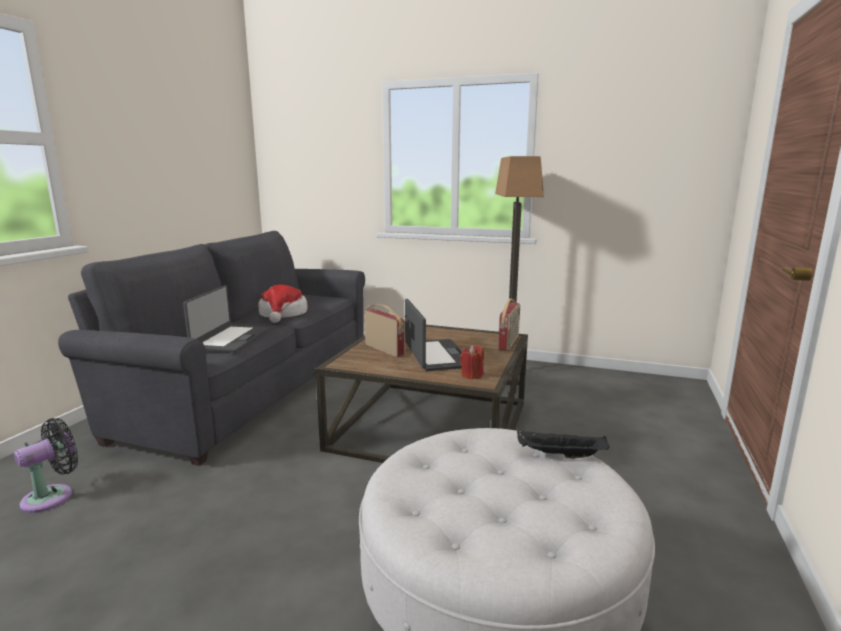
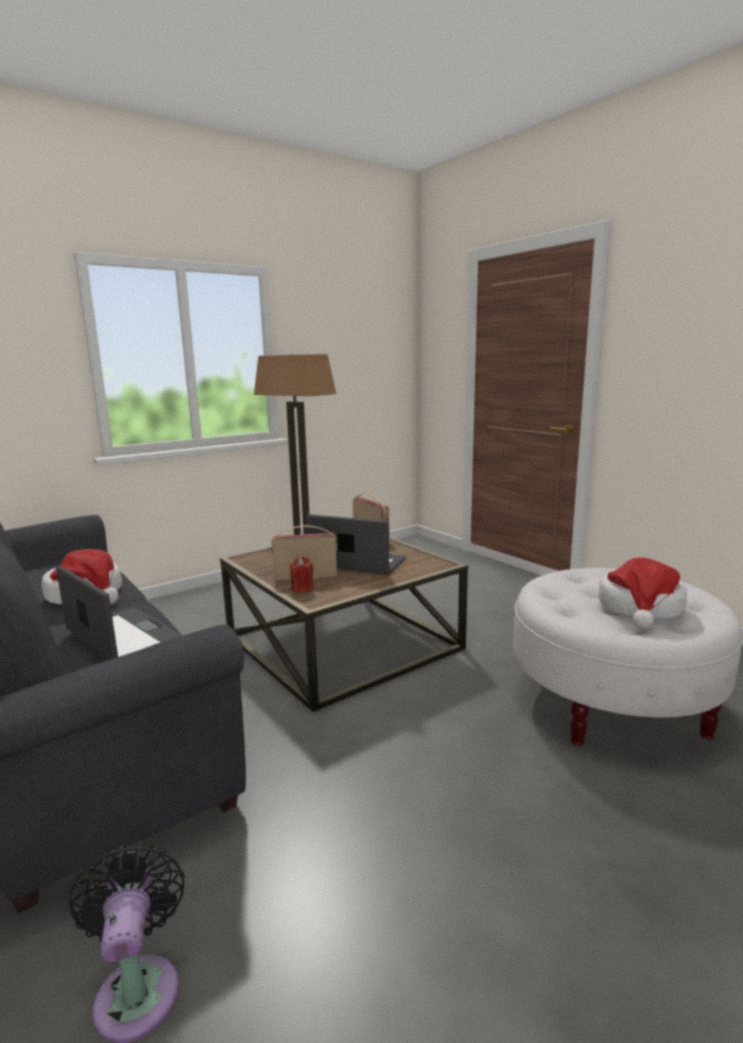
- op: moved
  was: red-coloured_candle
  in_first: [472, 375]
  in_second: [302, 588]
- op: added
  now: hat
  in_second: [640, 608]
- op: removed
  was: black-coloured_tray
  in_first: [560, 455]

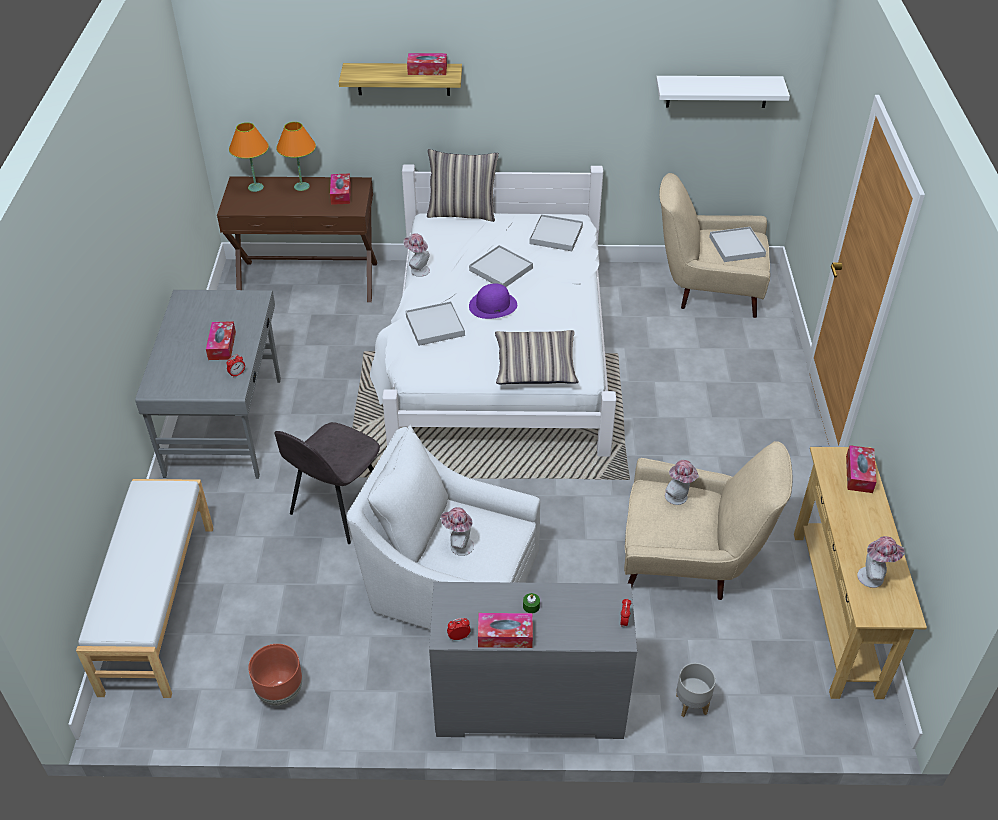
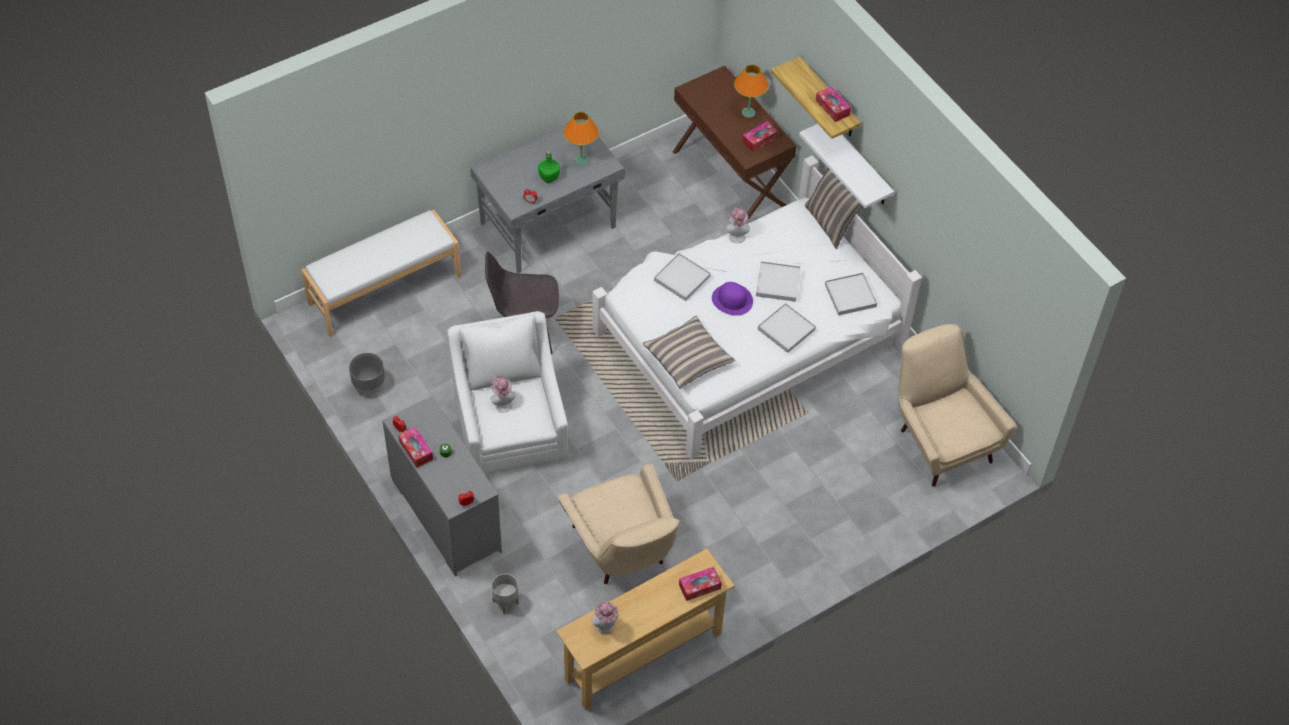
- op: recoloured
  was: brownish_flower_pot
  now: gray_flower_pot
  in_first: [280, 692]
  in_second: [369, 386]
- op: replaced
  was: tissue_holder
  now: green_bottle
  in_first: [222, 346]
  in_second: [549, 177]
- op: moved
  was: orangey_table_lamp
  in_first: [255, 187]
  in_second: [581, 160]
- op: moved
  was: white-coloured_tray
  in_first: [737, 247]
  in_second: [786, 329]
- op: moved
  was: white-coloured_shelf
  in_first: [717, 91]
  in_second: [858, 164]
- op: removed
  was: hat
  in_first: [679, 497]

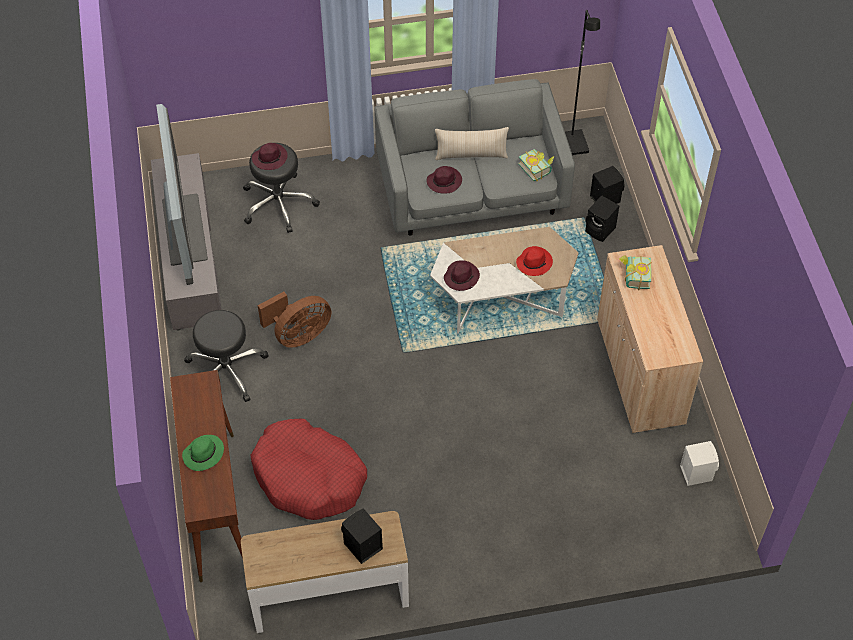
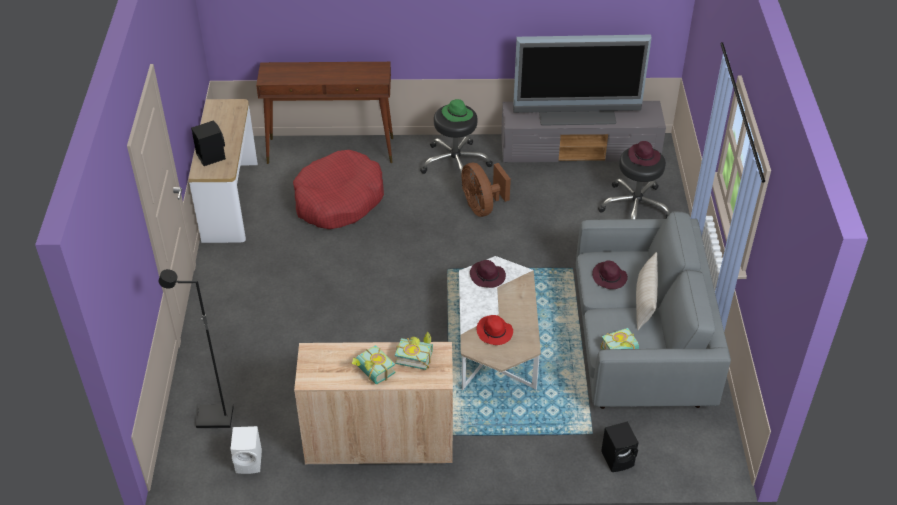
- op: moved
  was: black-coloured_standing_lamp
  in_first: [575, 144]
  in_second: [214, 418]
- op: added
  now: book
  in_second: [372, 373]
- op: moved
  was: green_hat
  in_first: [203, 455]
  in_second: [456, 114]
- op: removed
  was: black-coloured_speaker
  in_first: [601, 230]

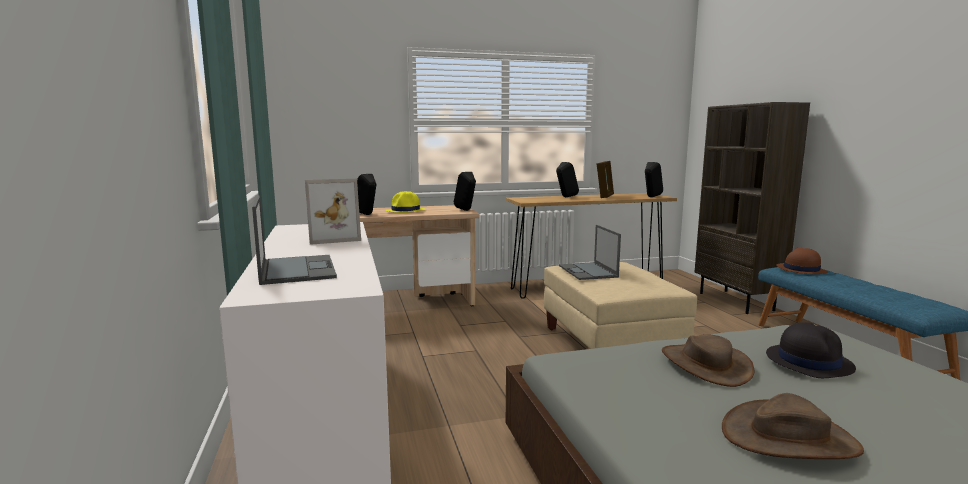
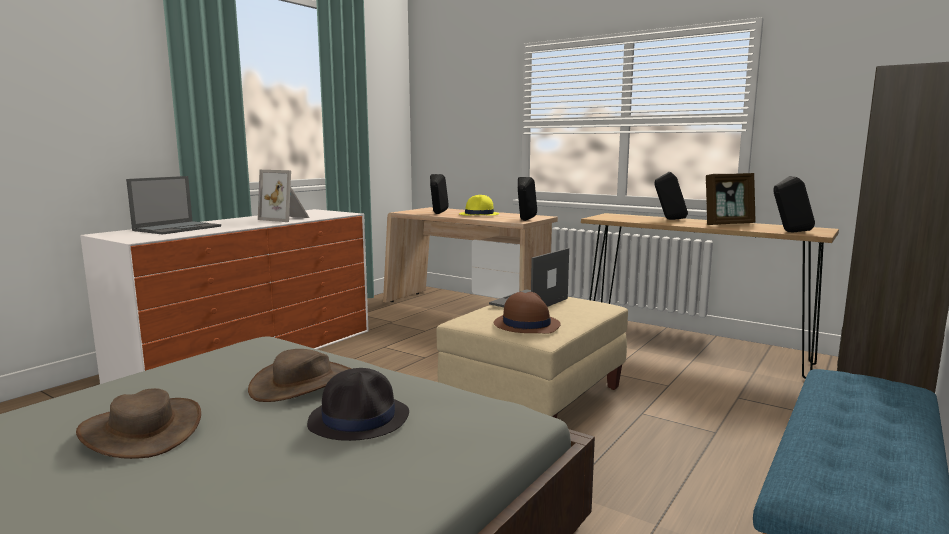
- op: moved
  was: brownish_hat
  in_first: [800, 269]
  in_second: [526, 324]

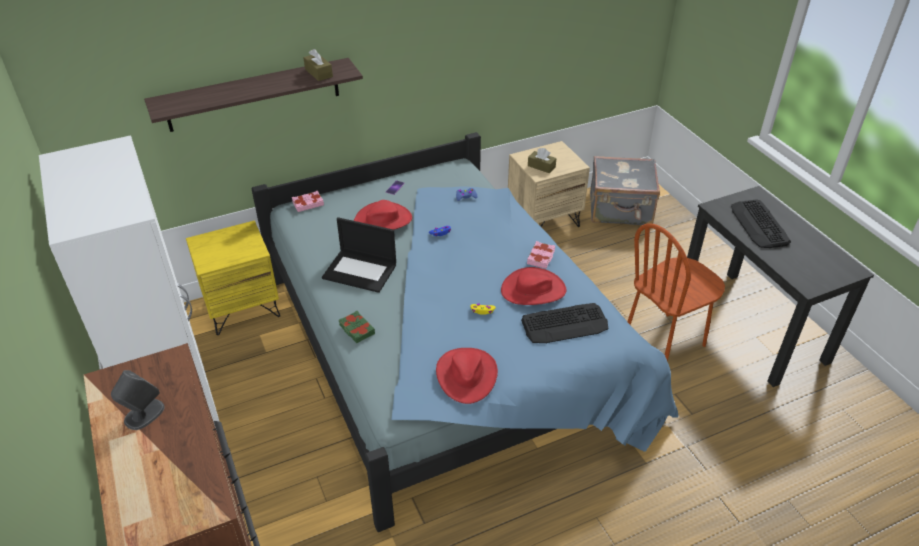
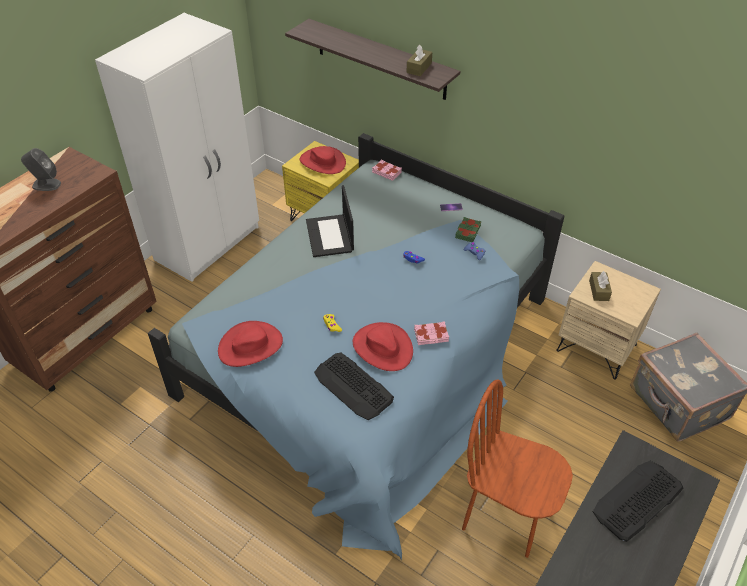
- op: moved
  was: red-coloured_hat
  in_first: [383, 220]
  in_second: [322, 162]
- op: moved
  was: green_book
  in_first: [356, 329]
  in_second: [467, 232]

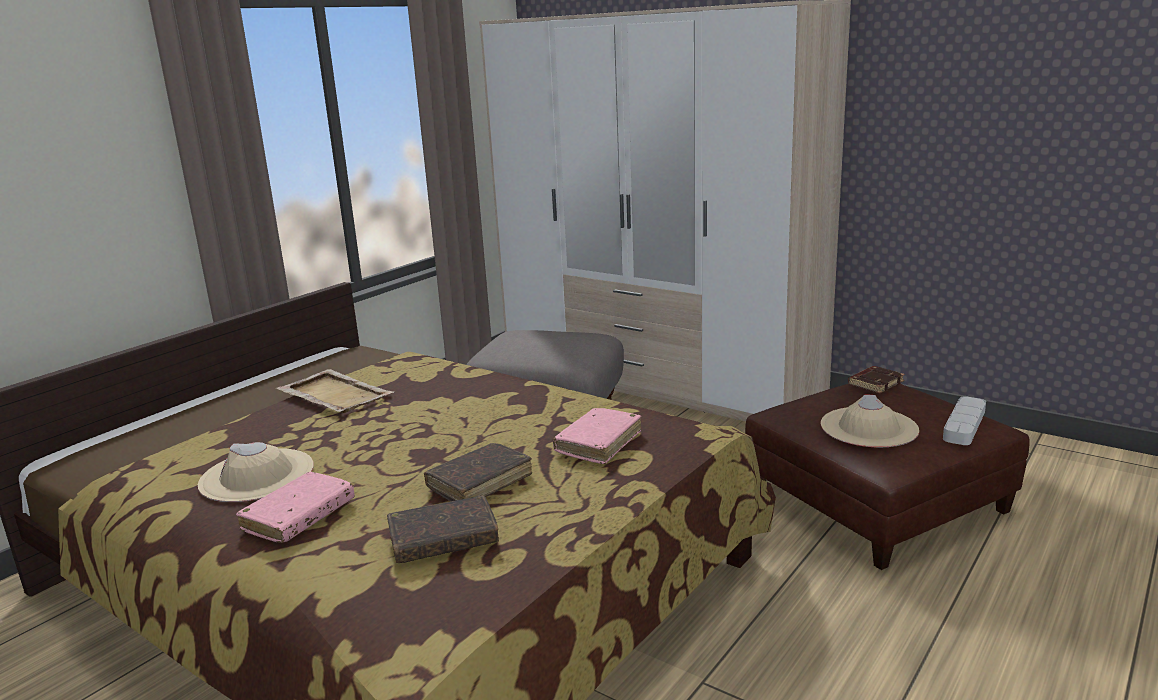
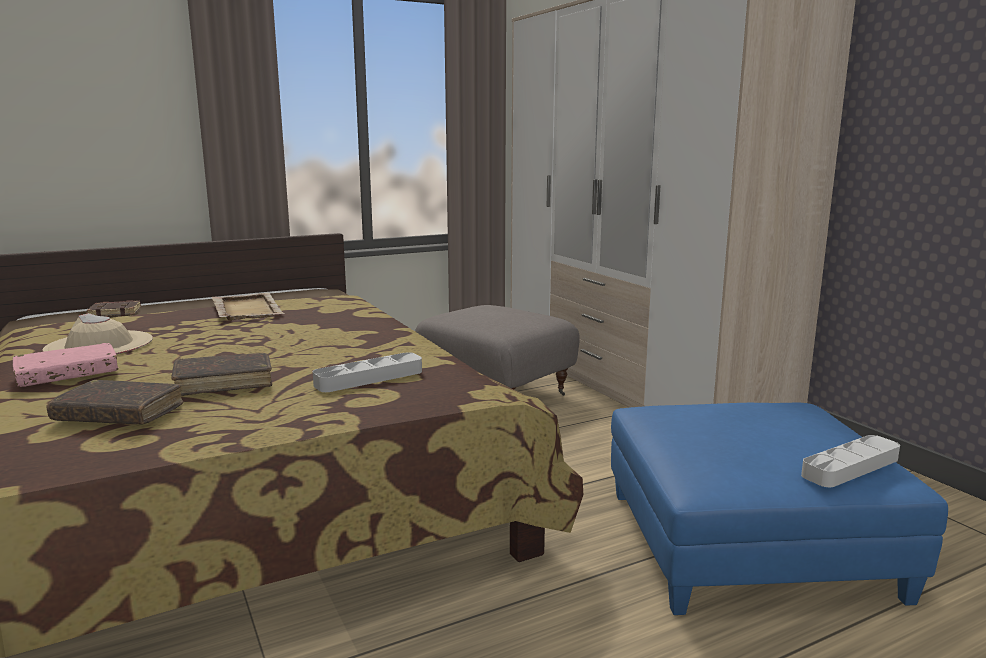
- op: moved
  was: brownish_book
  in_first: [875, 383]
  in_second: [116, 312]
- op: replaced
  was: pinkish_book
  now: gray_tray
  in_first: [598, 443]
  in_second: [369, 378]
- op: recoloured
  was: brownish_footrest
  now: bluish_footrest
  in_first: [877, 500]
  in_second: [748, 543]
- op: removed
  was: beige_hat
  in_first: [868, 427]

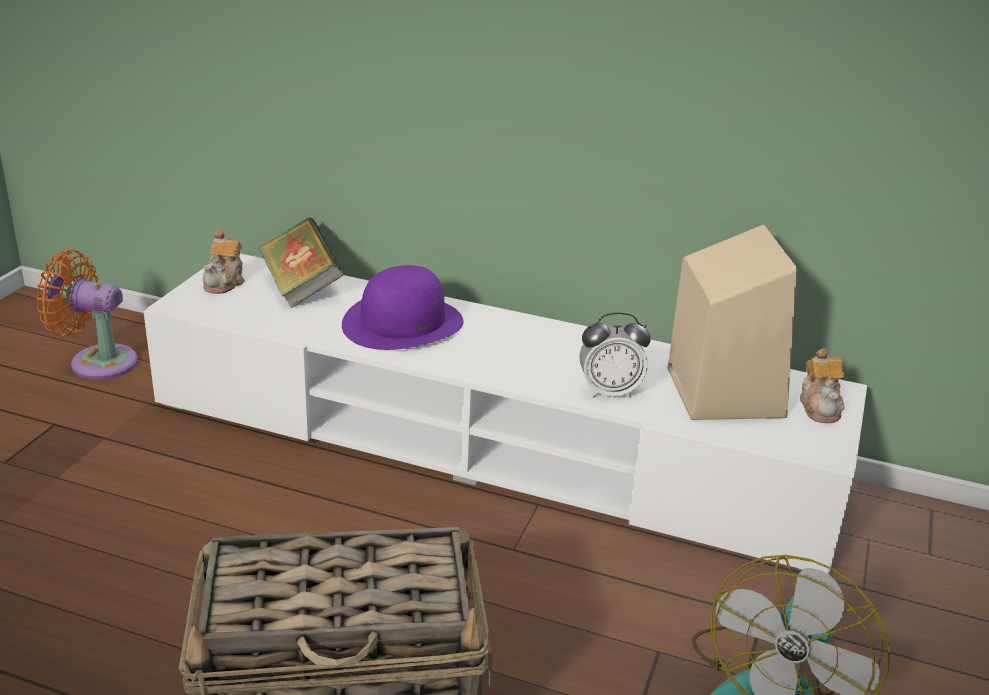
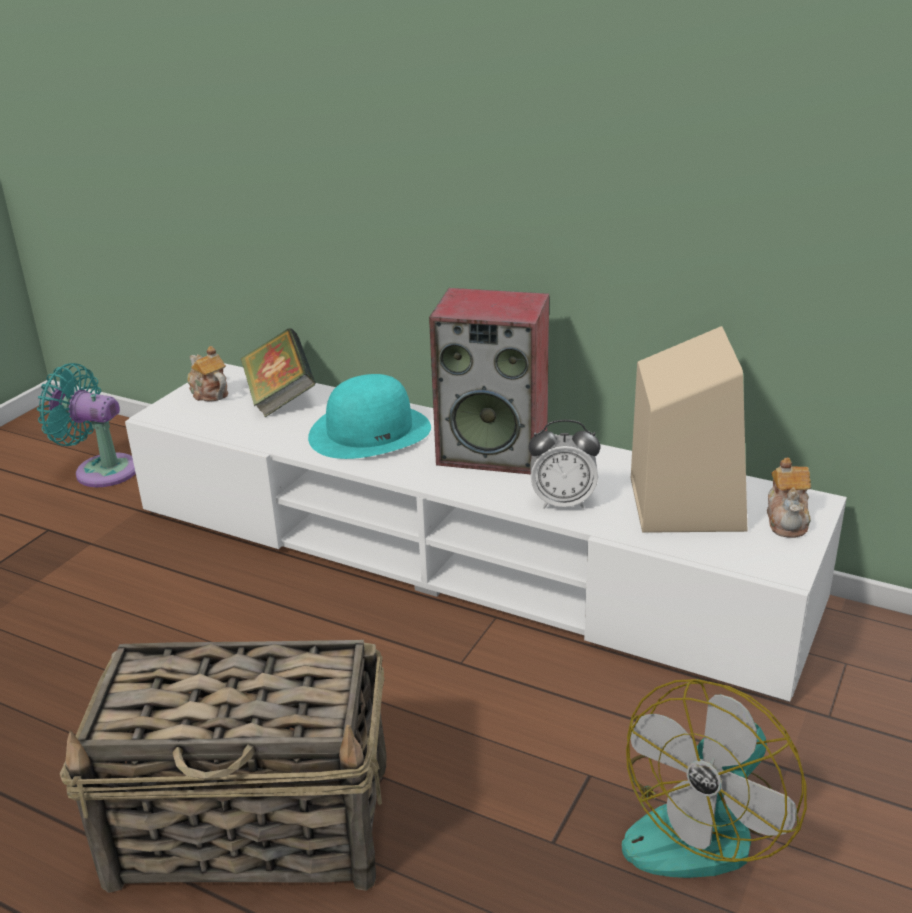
- op: recoloured
  was: orangey_electric_fan
  now: turquoise_electric_fan
  in_first: [97, 362]
  in_second: [101, 470]
- op: turned
  was: tea_pot
  in_first: [225, 282]
  in_second: [209, 393]
  clockwise: 120
- op: recoloured
  was: purplish_hat
  now: turquoise_hat
  in_first: [403, 322]
  in_second: [370, 431]
- op: added
  now: speaker
  in_second: [494, 450]

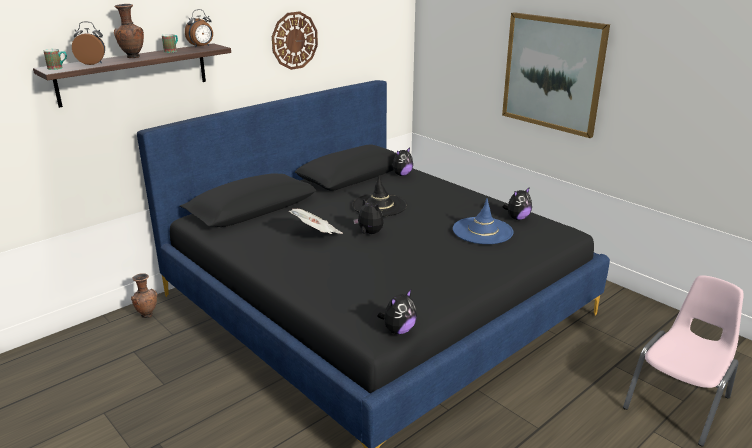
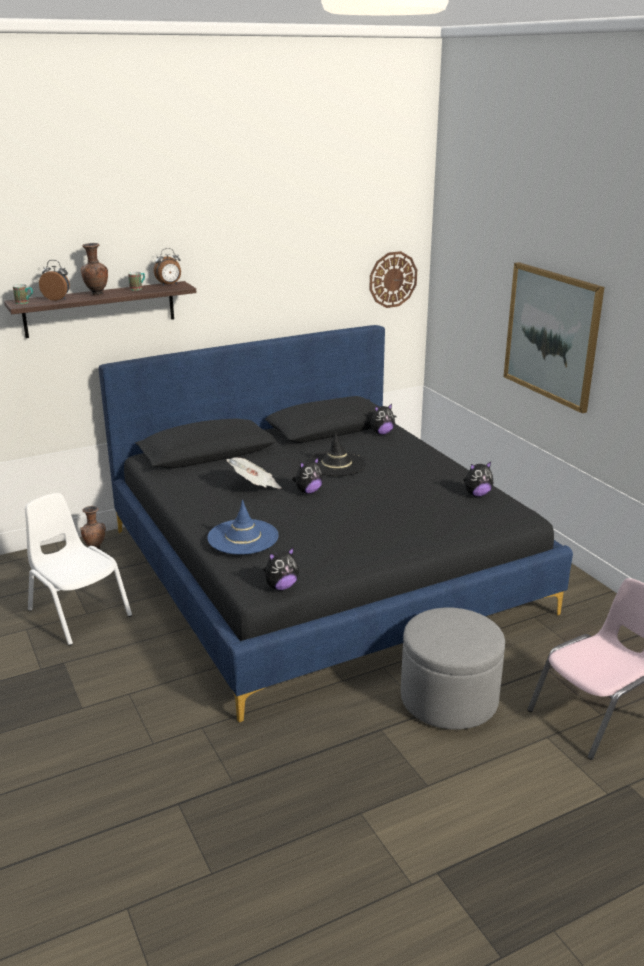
- op: added
  now: white-coloured_upright_chair
  in_second: [78, 613]
- op: moved
  was: bluish_hat
  in_first: [482, 231]
  in_second: [243, 537]
- op: turned
  was: cuddly_toy
  in_first: [369, 233]
  in_second: [308, 491]
  clockwise: 90
- op: moved
  was: hanging_clock
  in_first: [294, 40]
  in_second: [392, 279]
- op: added
  now: gray_footrest
  in_second: [449, 699]

